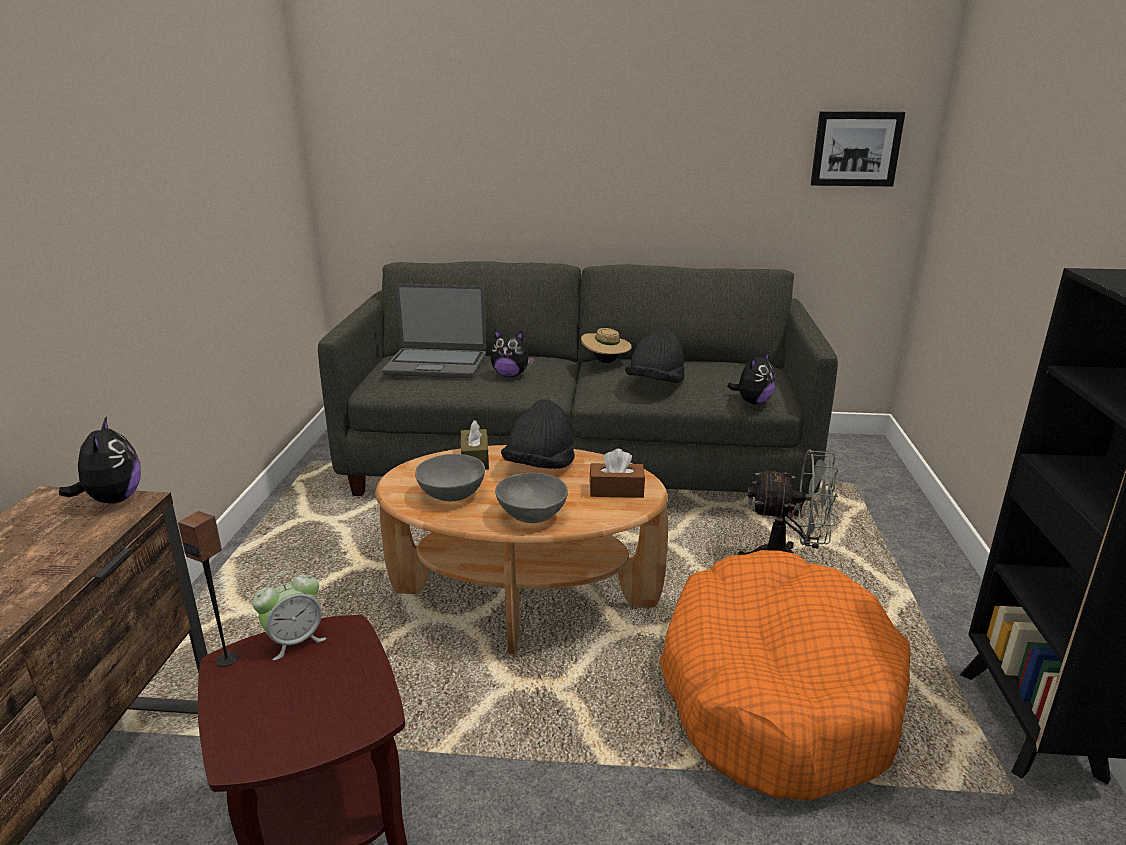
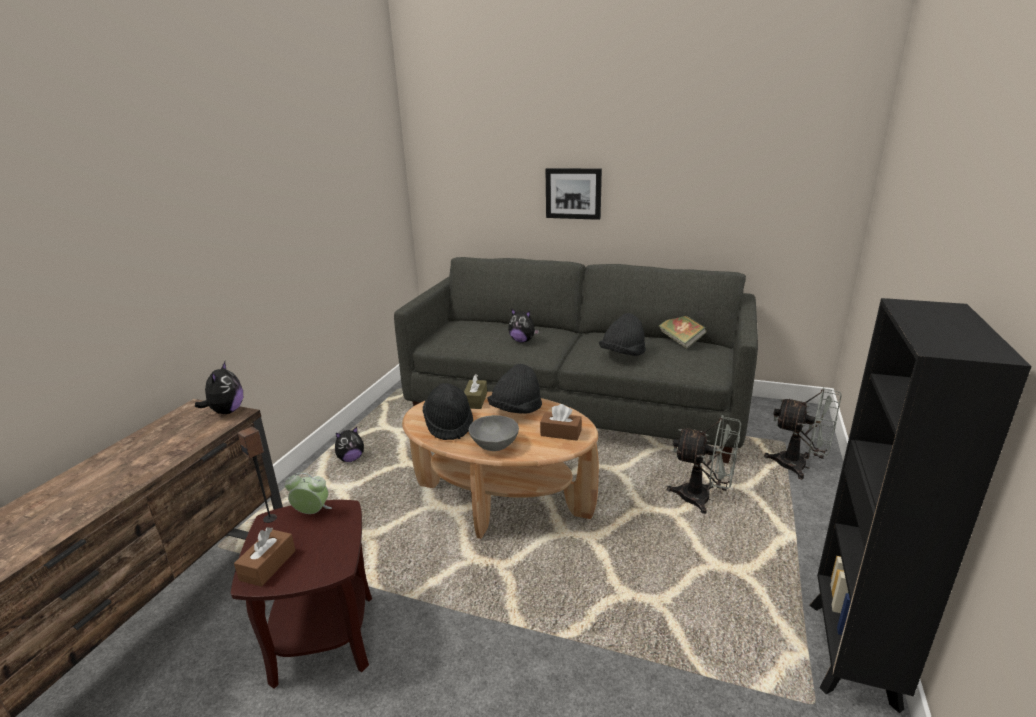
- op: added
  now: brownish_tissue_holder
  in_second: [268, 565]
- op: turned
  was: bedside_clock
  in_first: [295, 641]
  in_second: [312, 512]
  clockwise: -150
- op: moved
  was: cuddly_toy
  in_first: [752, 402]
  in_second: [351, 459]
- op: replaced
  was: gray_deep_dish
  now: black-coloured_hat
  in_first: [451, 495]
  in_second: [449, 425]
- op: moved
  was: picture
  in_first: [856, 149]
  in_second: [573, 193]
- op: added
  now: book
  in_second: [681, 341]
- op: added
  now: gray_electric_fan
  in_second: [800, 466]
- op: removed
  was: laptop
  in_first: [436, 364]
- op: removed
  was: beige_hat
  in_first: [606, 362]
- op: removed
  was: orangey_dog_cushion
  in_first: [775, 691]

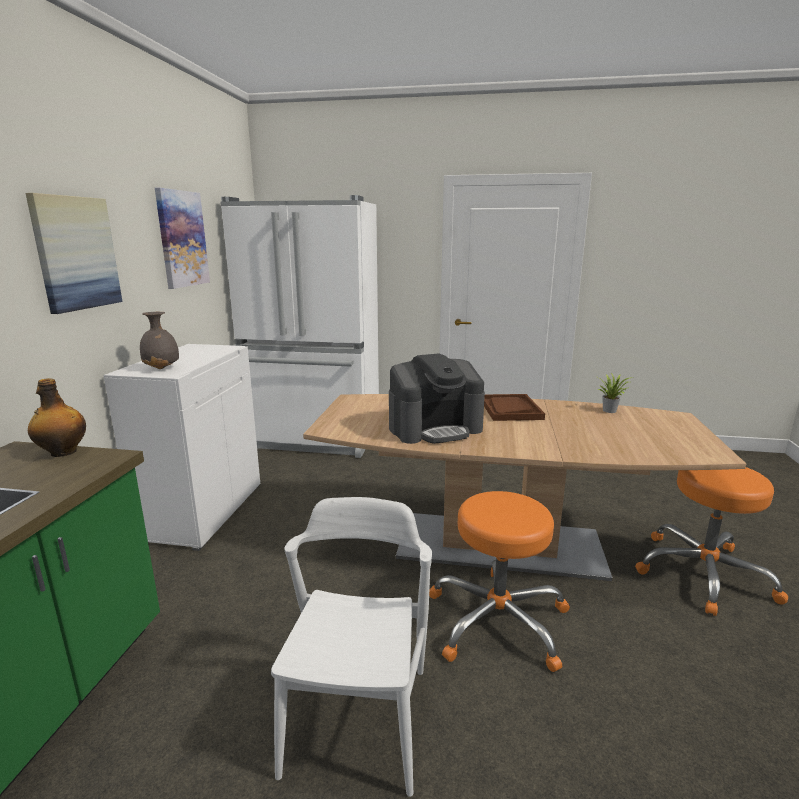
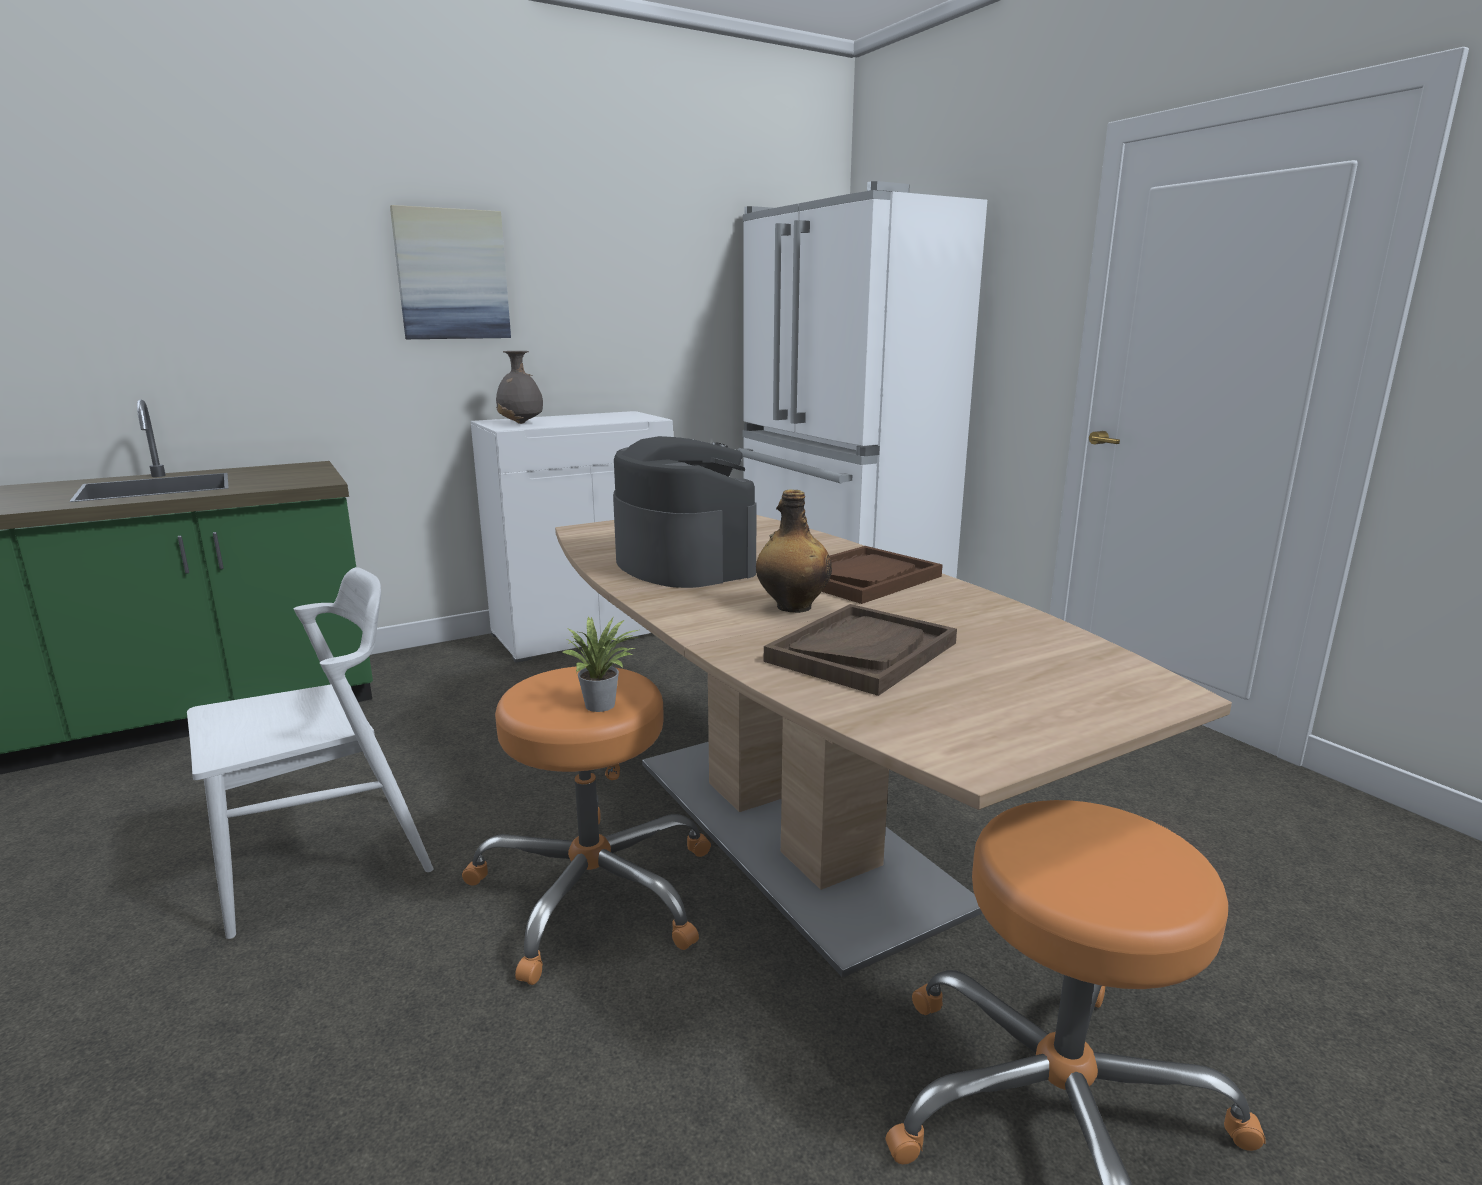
- op: moved
  was: plant_in_a_pot
  in_first: [610, 410]
  in_second: [604, 706]
- op: turned
  was: coffee_brewer
  in_first: [435, 428]
  in_second: [683, 563]
  clockwise: -150
- op: moved
  was: bottle
  in_first: [62, 452]
  in_second: [792, 607]
- op: added
  now: brownish_tray
  in_second: [862, 652]
- op: removed
  was: picture
  in_first: [182, 239]

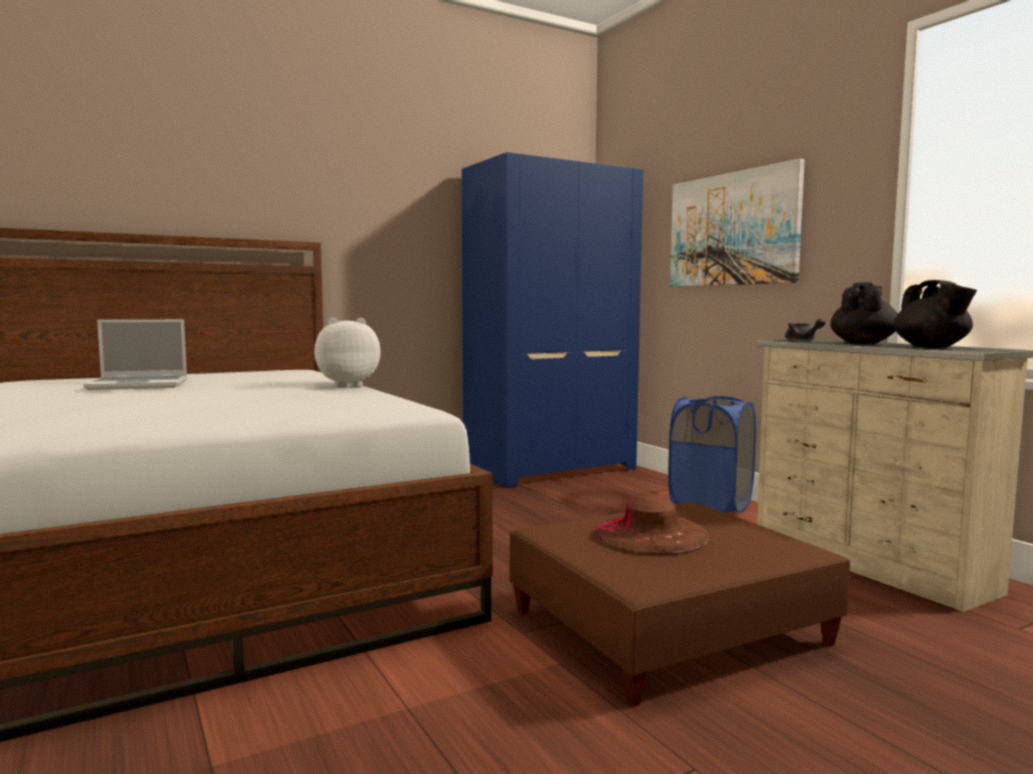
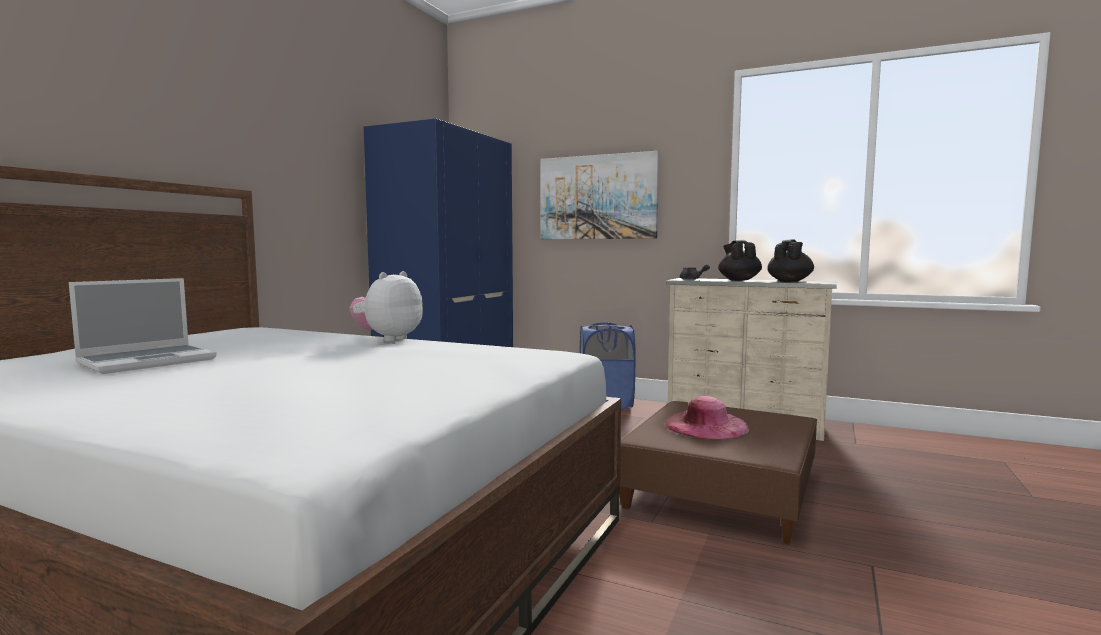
- op: recoloured
  was: brownish_hat
  now: pinkish_hat
  in_first: [650, 533]
  in_second: [706, 425]
- op: turned
  was: black-coloured_tea_pot
  in_first: [931, 347]
  in_second: [789, 281]
  clockwise: -105

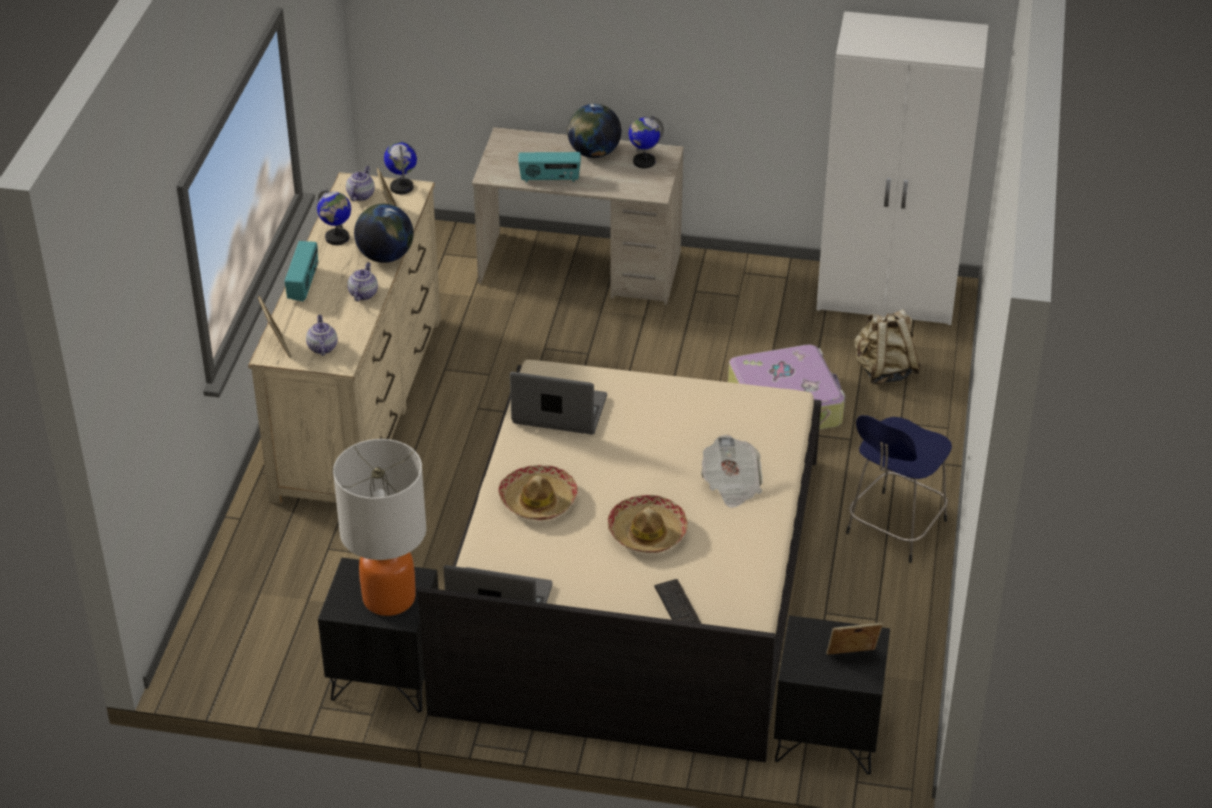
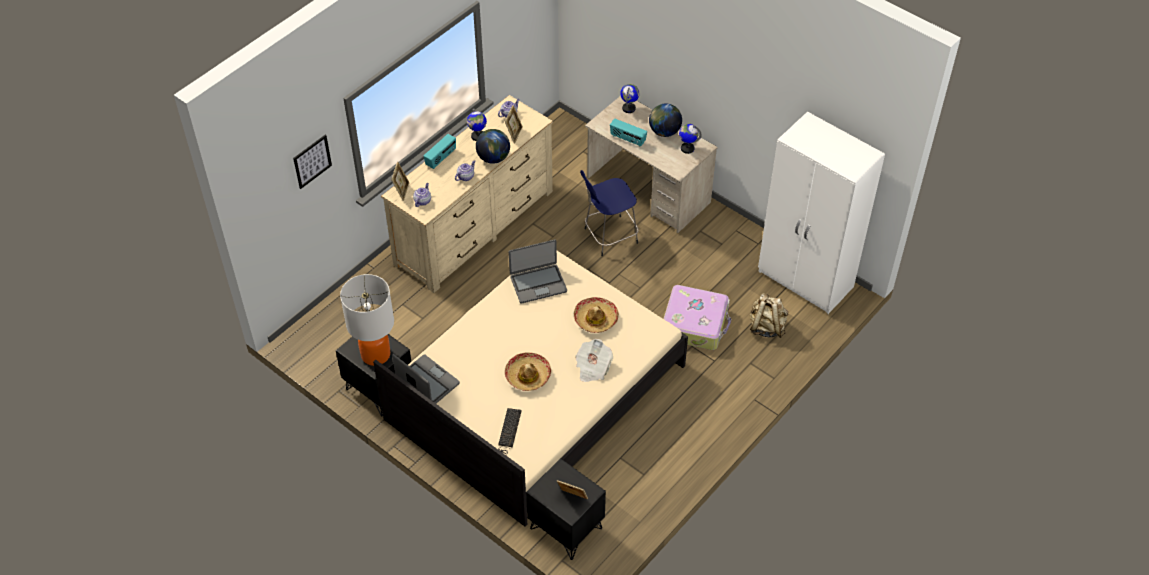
- op: added
  now: picture
  in_second: [312, 161]
- op: turned
  was: laptop
  in_first: [559, 411]
  in_second: [538, 283]
  clockwise: 120
- op: moved
  was: hat
  in_first: [538, 500]
  in_second: [596, 319]
- op: moved
  was: bluish_stool
  in_first: [894, 529]
  in_second: [609, 236]
- op: moved
  was: desk_globe
  in_first: [402, 187]
  in_second: [629, 108]

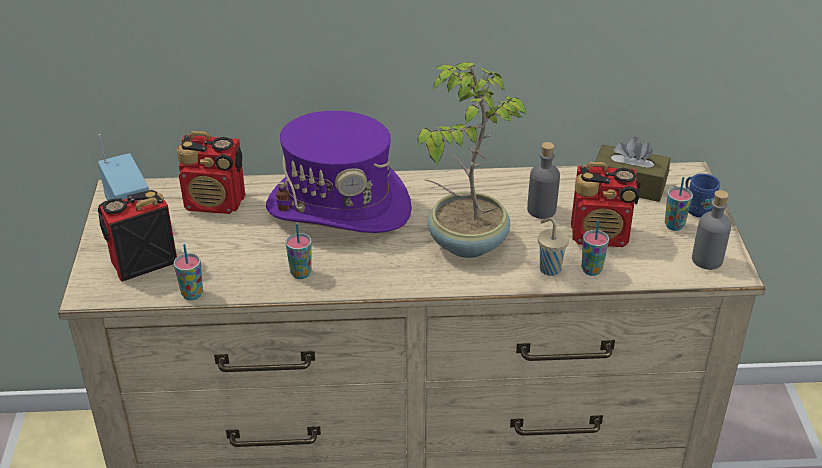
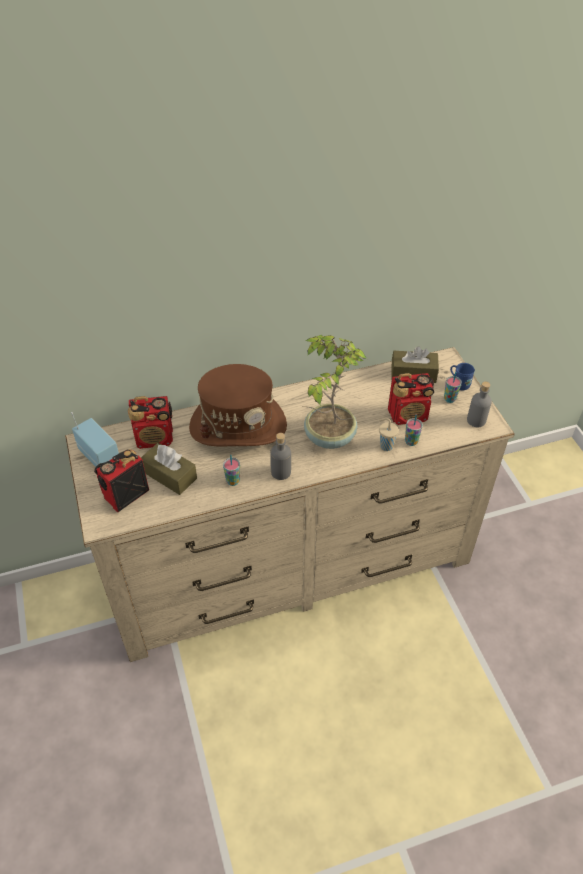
- op: added
  now: brownish_tissue_holder
  in_second: [170, 475]
- op: recoloured
  was: purplish_hat
  now: brownish_hat
  in_first: [339, 207]
  in_second: [238, 425]
- op: moved
  was: gray_bottle
  in_first: [541, 210]
  in_second: [281, 472]
- op: removed
  was: small_cup
  in_first: [192, 294]

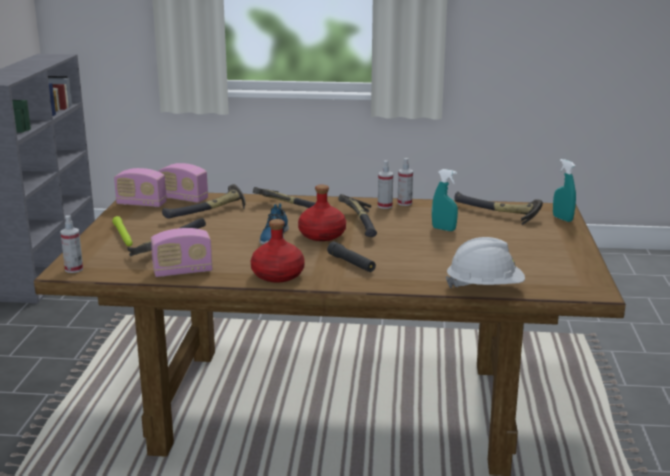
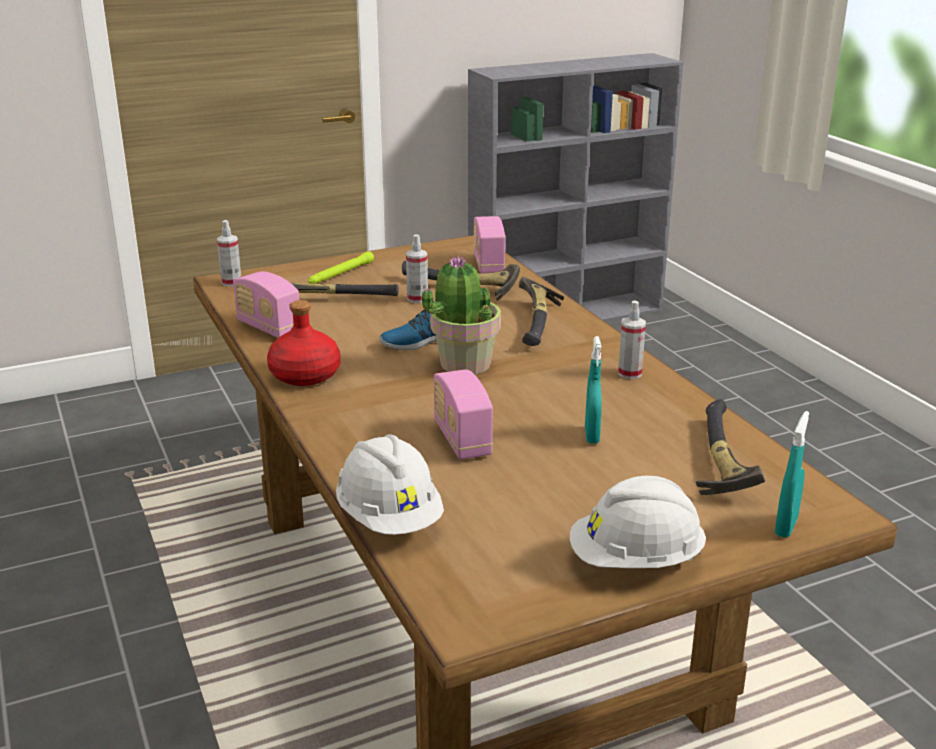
- op: moved
  was: hand_sprayer
  in_first: [404, 203]
  in_second: [417, 299]
- op: replaced
  was: red-coloured_bottle
  now: plant_in_a_pot
  in_first: [322, 235]
  in_second: [464, 364]
- op: moved
  was: radio_receiver
  in_first: [141, 204]
  in_second: [462, 439]
- op: added
  now: white-coloured_hard_hat
  in_second: [635, 561]
- op: removed
  was: black-coloured_flashlight
  in_first: [351, 263]
- op: removed
  was: hammer
  in_first: [363, 224]

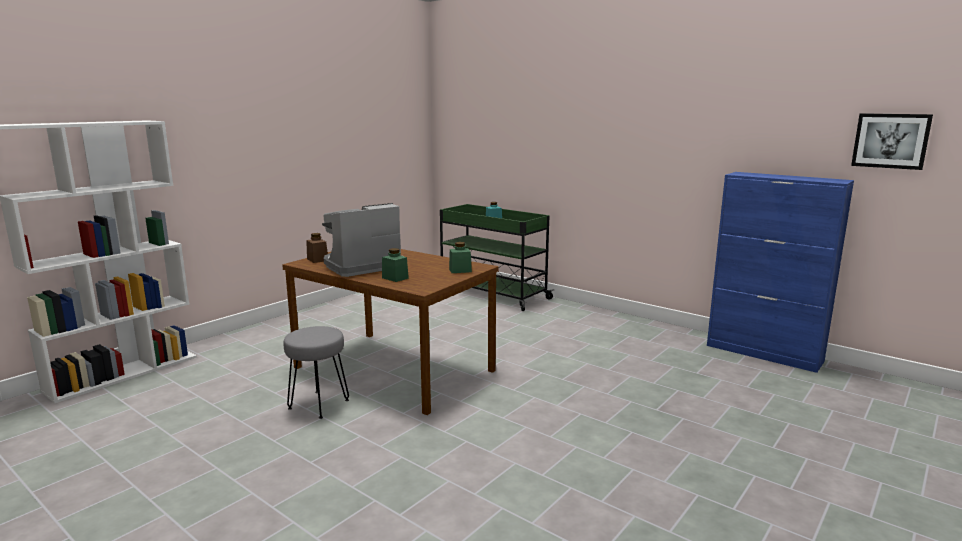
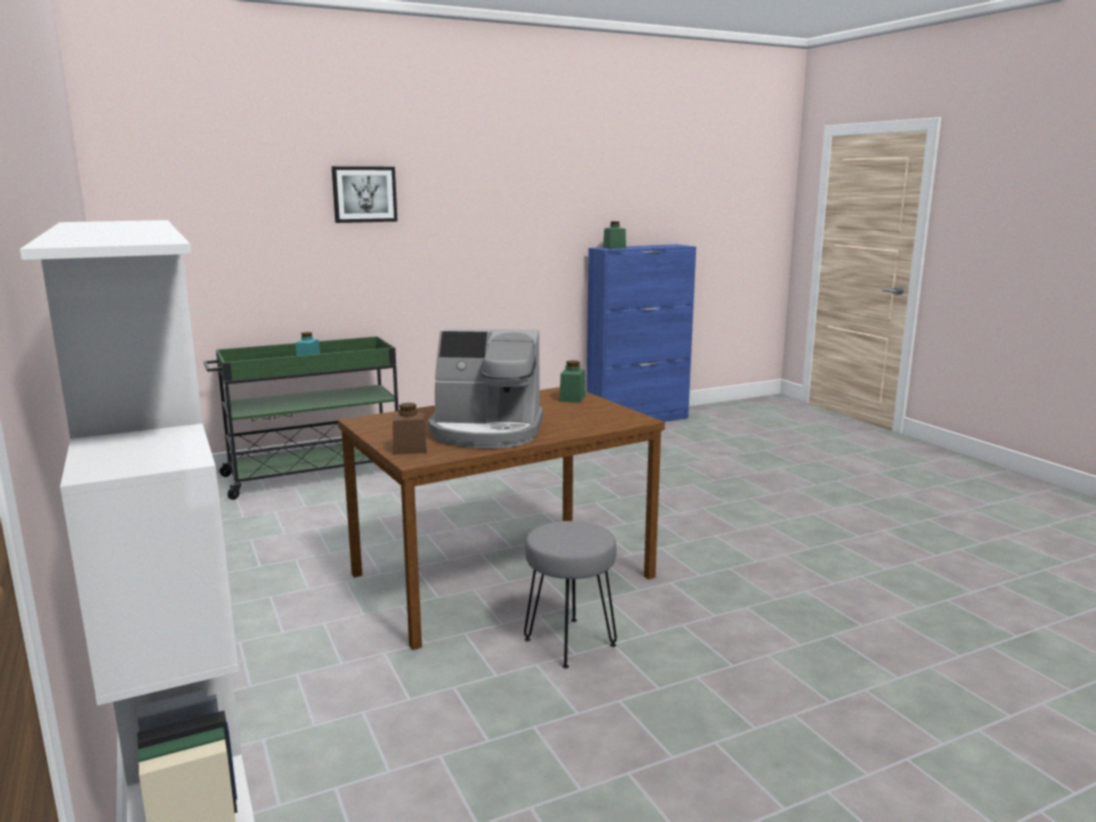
- op: moved
  was: picture
  in_first: [890, 141]
  in_second: [364, 194]
- op: turned
  was: coffee_brewer
  in_first: [361, 266]
  in_second: [487, 432]
  clockwise: -75
- op: moved
  was: green_jar
  in_first: [395, 278]
  in_second: [614, 247]

